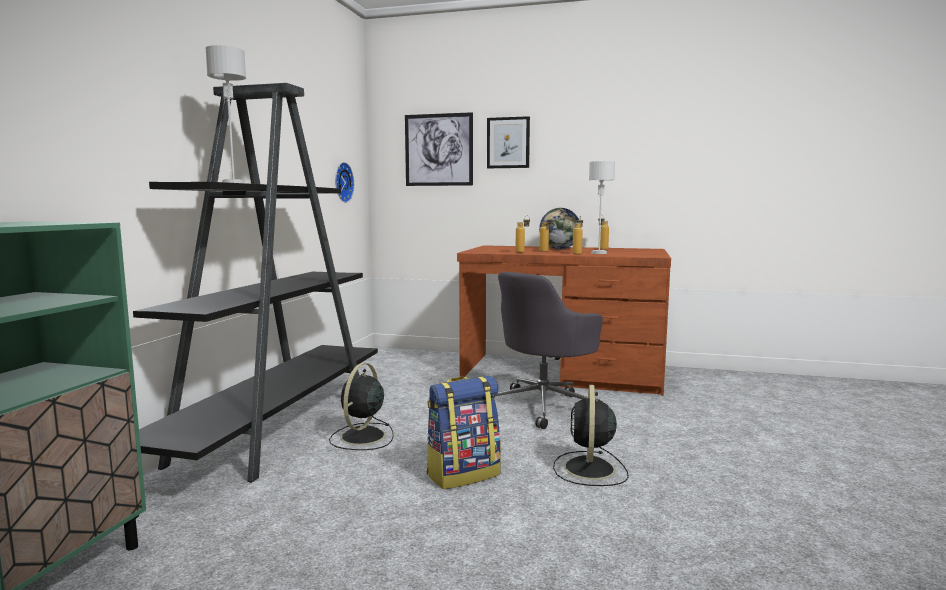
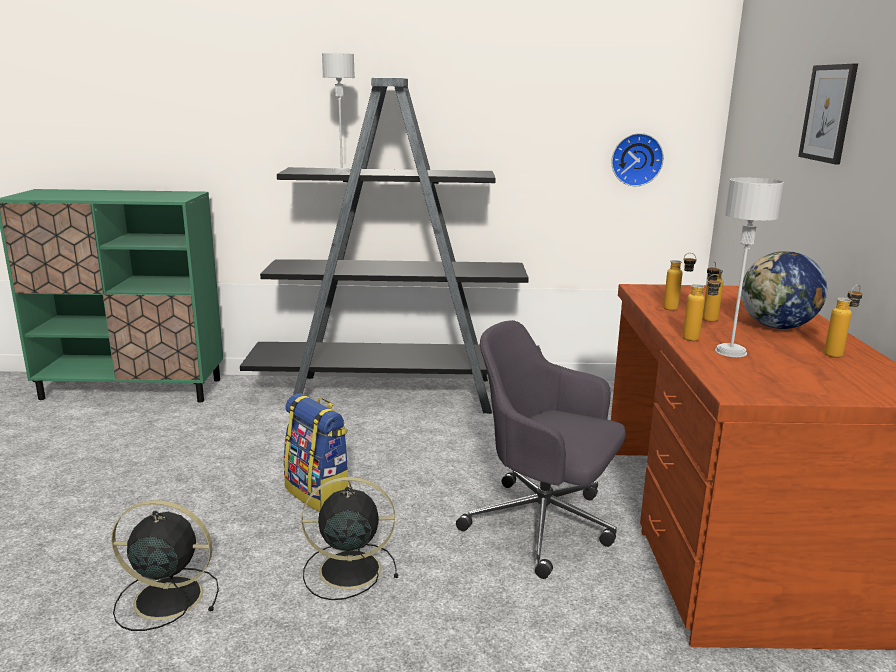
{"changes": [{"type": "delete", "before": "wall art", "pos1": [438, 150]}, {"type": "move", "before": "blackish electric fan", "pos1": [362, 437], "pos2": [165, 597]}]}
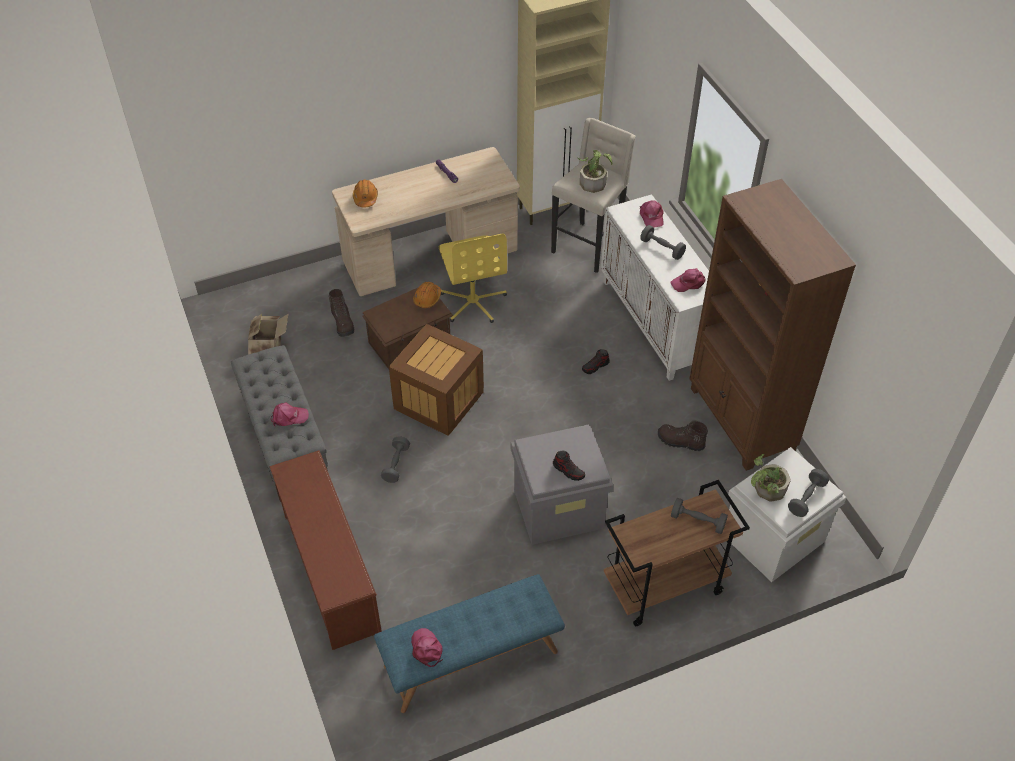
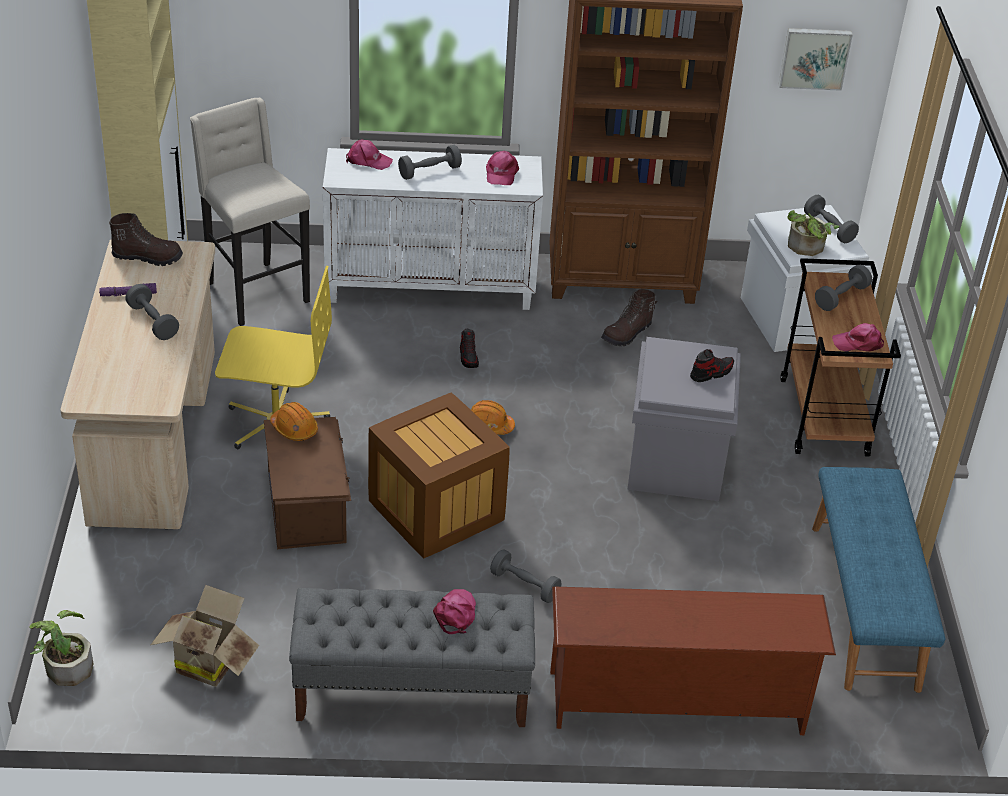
{"changes": [{"type": "move", "before": "potted plant", "pos1": [593, 181], "pos2": [65, 665]}, {"type": "move", "before": "orange hard hat", "pos1": [365, 198], "pos2": [489, 425]}, {"type": "move", "before": "brown-coloured high-top boot", "pos1": [343, 323], "pos2": [147, 257]}, {"type": "move", "before": "pinkish peaked cap", "pos1": [426, 649], "pos2": [858, 343]}, {"type": "insert", "after": "wall art", "pos2": [814, 57]}, {"type": "insert", "after": "gray free weight", "pos2": [153, 322]}]}
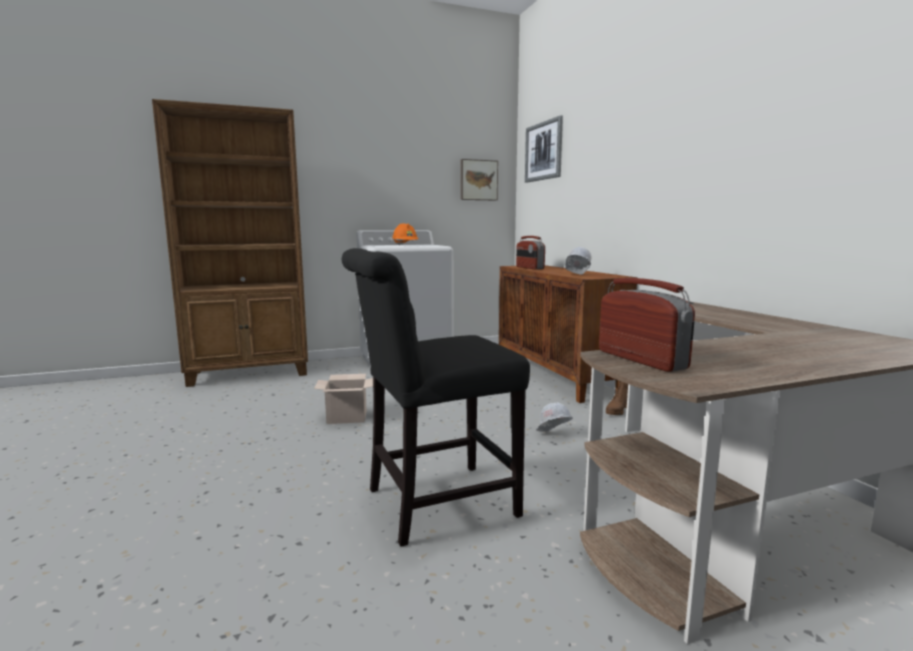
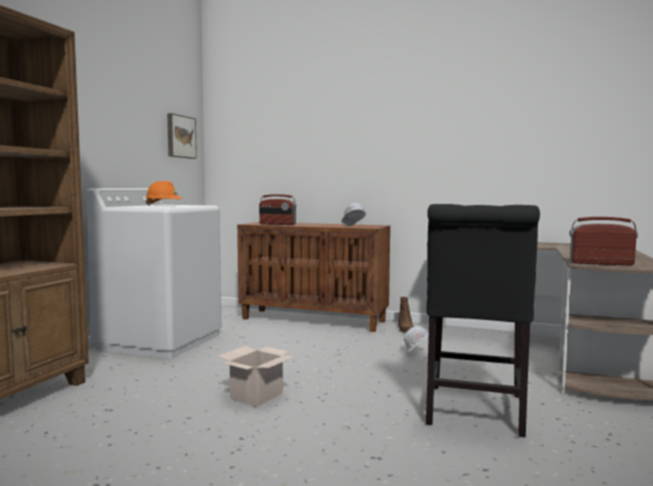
{"changes": [{"type": "delete", "before": "wall art", "pos1": [543, 151]}]}
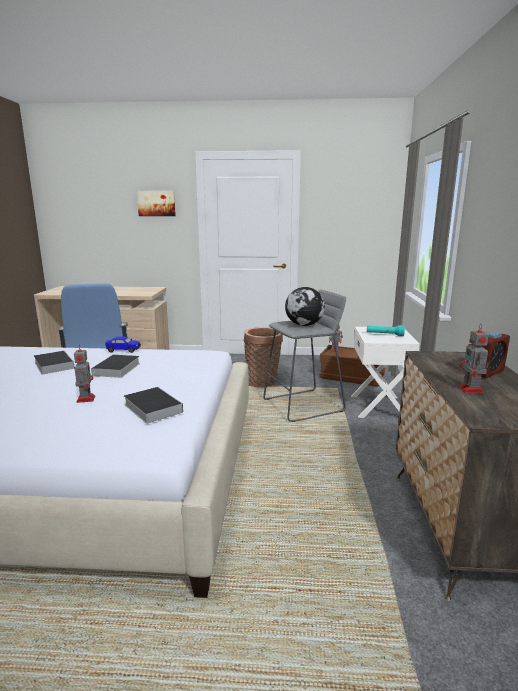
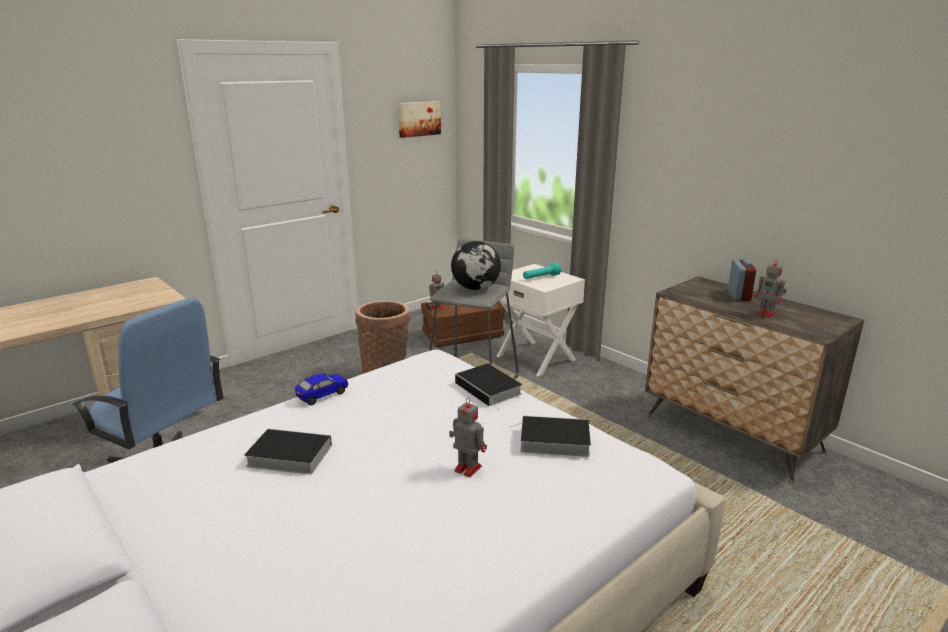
{"changes": [{"type": "move", "before": "wall art", "pos1": [156, 203], "pos2": [418, 119]}, {"type": "move", "before": "bound book", "pos1": [116, 369], "pos2": [490, 389]}]}
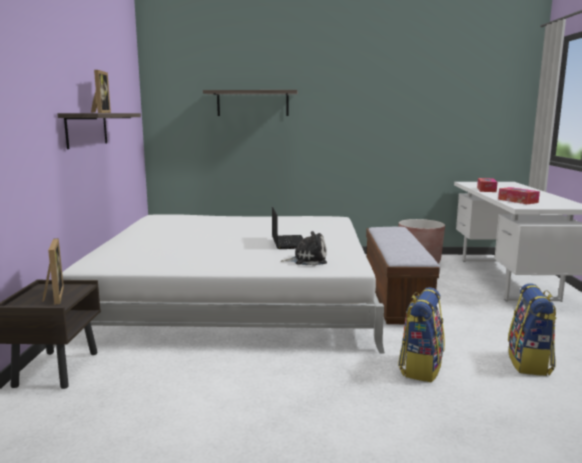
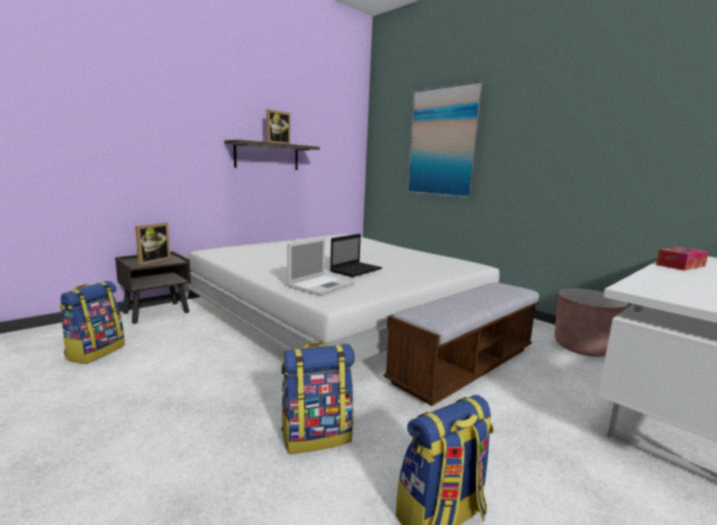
{"changes": [{"type": "replace", "before": "wall shelf", "after": "wall art", "pos1": [252, 103], "pos2": [442, 142]}, {"type": "delete", "before": "tissue box", "pos1": [517, 201]}, {"type": "replace", "before": "plush toy", "after": "portable computer", "pos1": [307, 260], "pos2": [322, 285]}, {"type": "insert", "after": "rucksack", "pos2": [95, 352]}]}
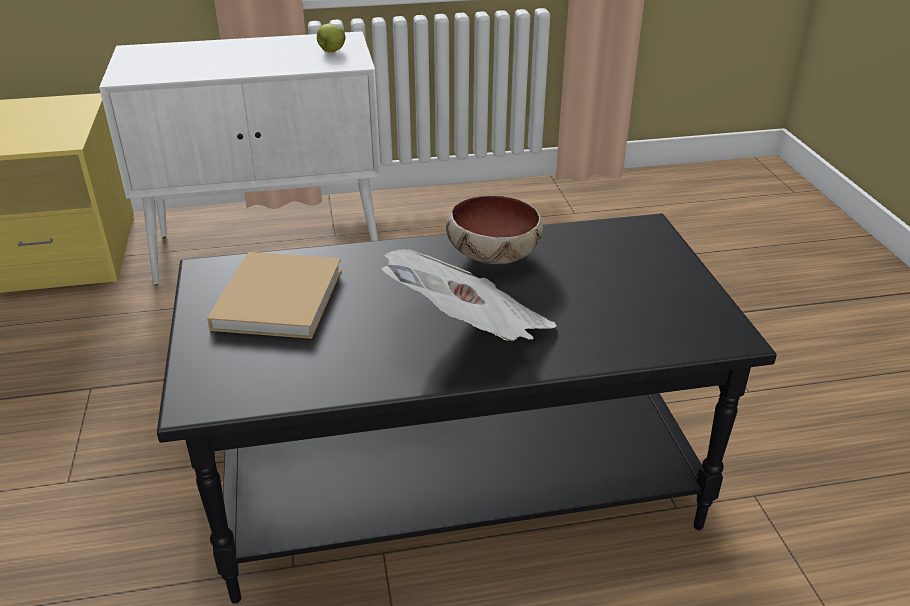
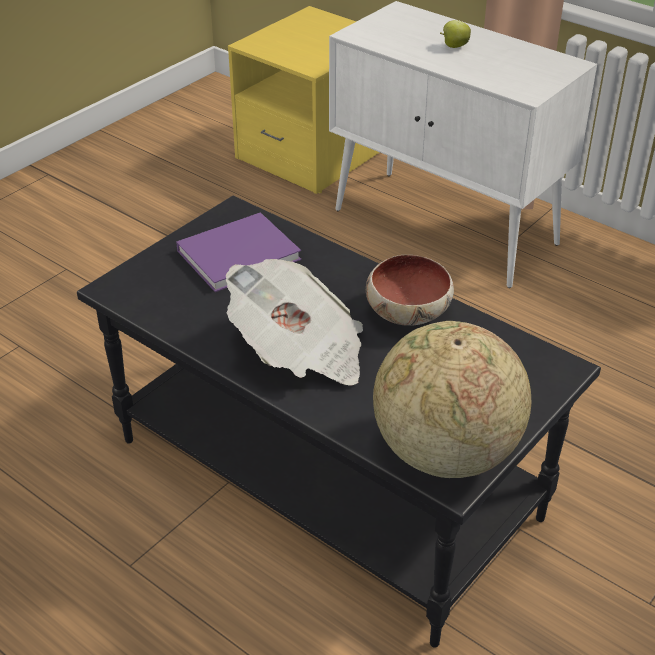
{"changes": [{"type": "move", "before": "whole apple", "pos1": [331, 51], "pos2": [454, 46]}, {"type": "recolor", "before": "sand-coloured bound book", "after": "purple bound book", "pos1": [280, 296], "pos2": [242, 254]}, {"type": "insert", "after": "globe", "pos2": [444, 453]}]}
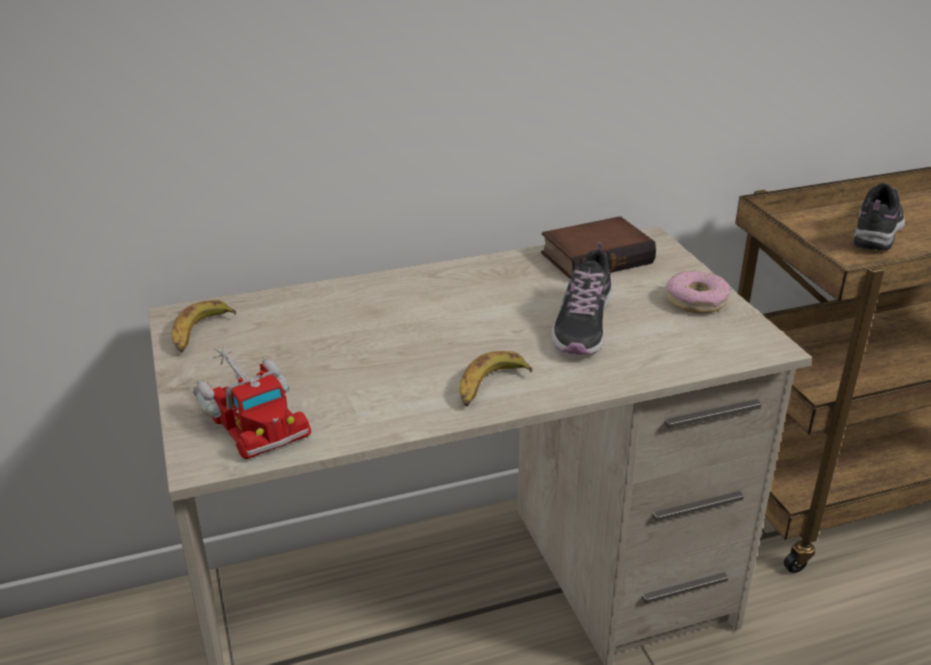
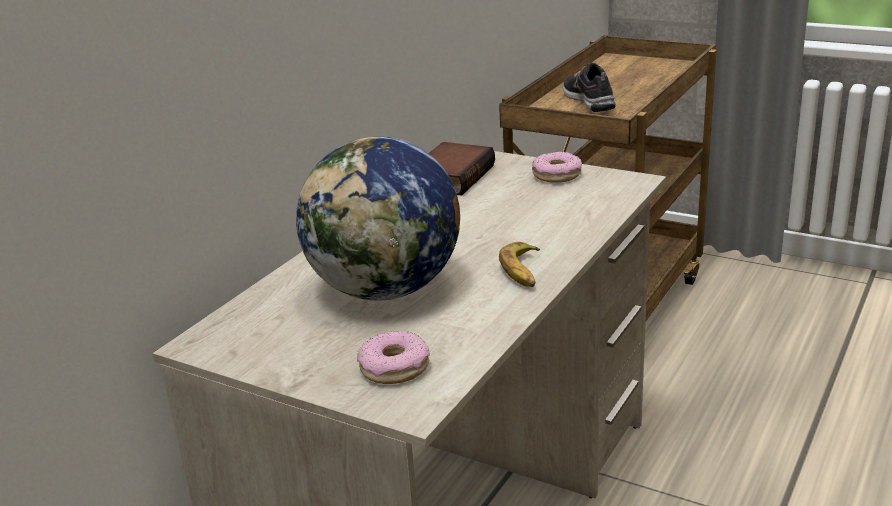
{"changes": [{"type": "delete", "before": "item of footwear", "pos1": [583, 325]}, {"type": "delete", "before": "banana", "pos1": [200, 333]}, {"type": "replace", "before": "model truck", "after": "ring doughnut", "pos1": [251, 416], "pos2": [394, 367]}, {"type": "insert", "after": "globe", "pos2": [386, 290]}]}
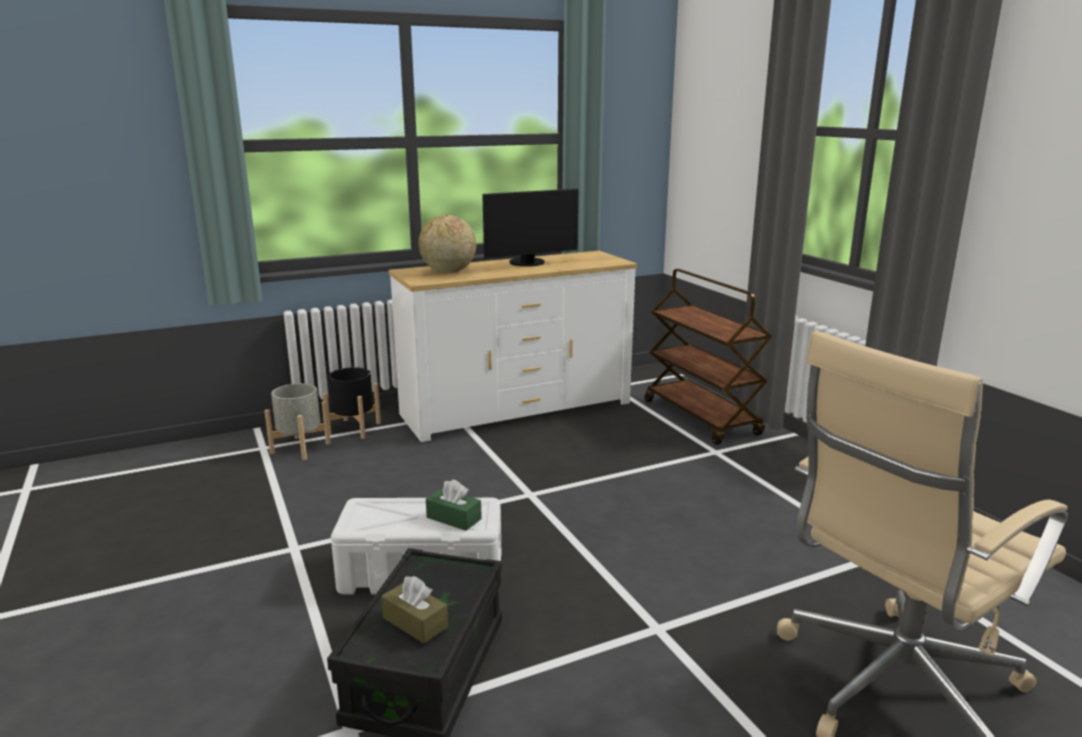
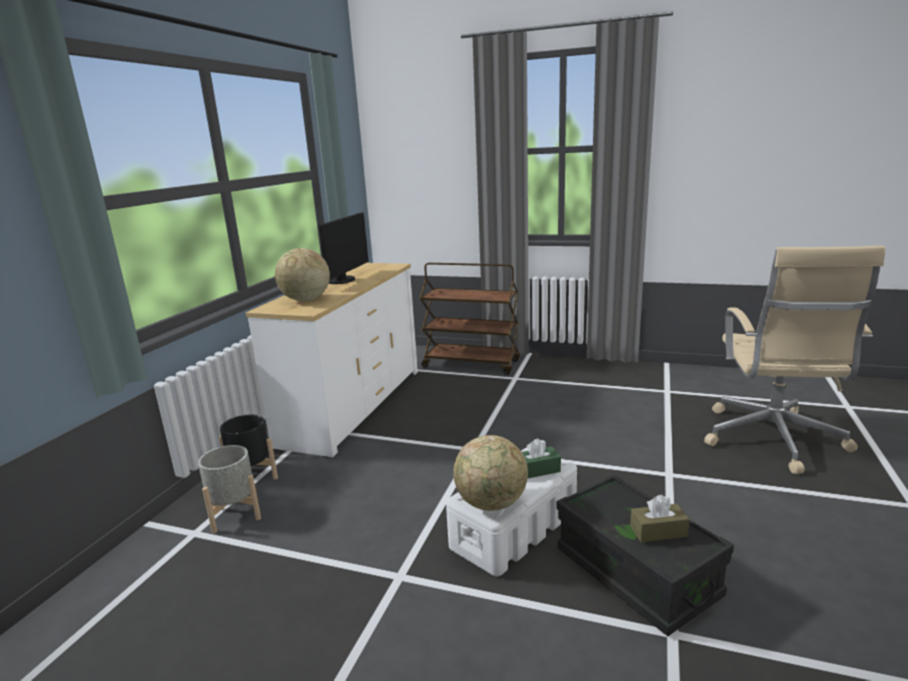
{"changes": [{"type": "insert", "after": "globe", "pos2": [491, 504]}]}
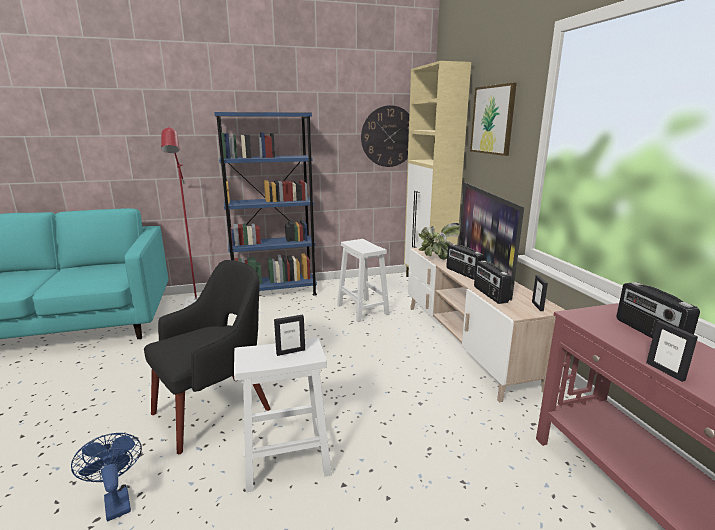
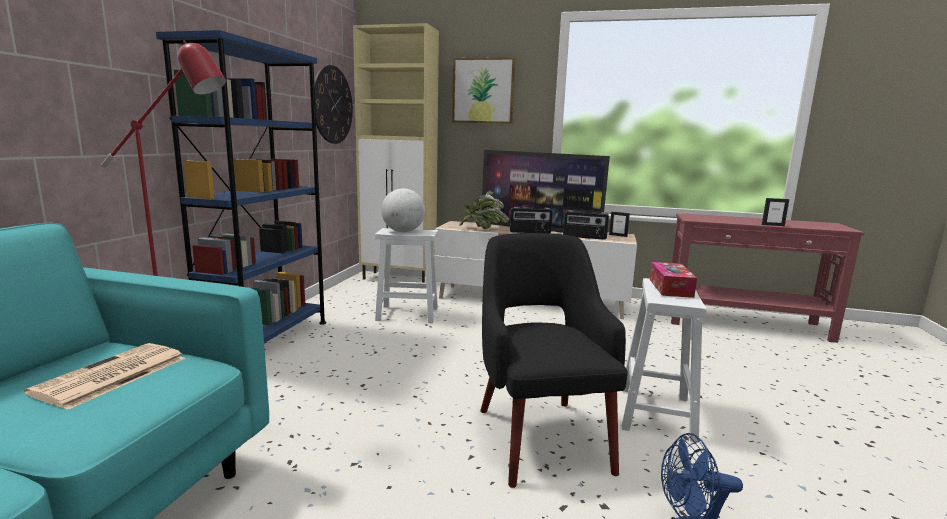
{"changes": [{"type": "delete", "before": "radio set", "pos1": [649, 333]}, {"type": "replace", "before": "standing frame", "after": "tissue box", "pos1": [290, 352], "pos2": [670, 288]}, {"type": "insert", "after": "globe", "pos2": [403, 231]}, {"type": "insert", "after": "daily paper", "pos2": [110, 376]}]}
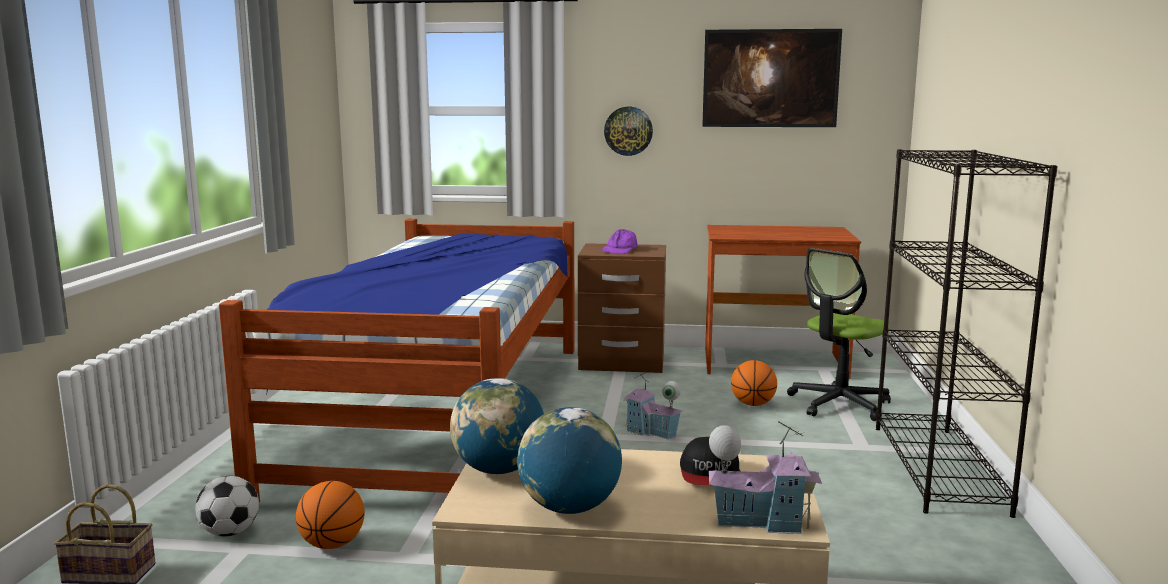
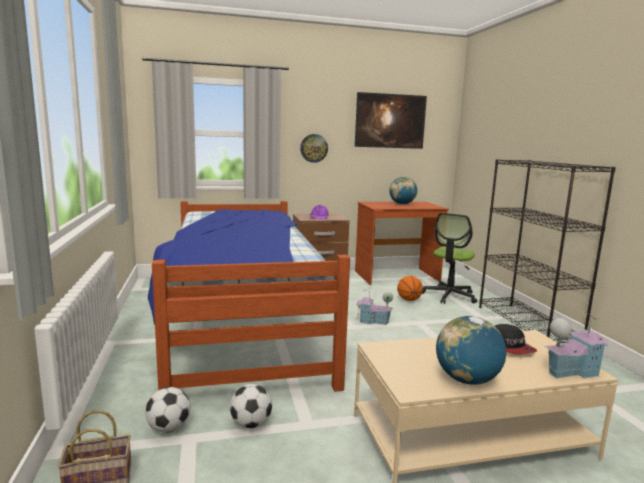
{"changes": [{"type": "move", "before": "globe", "pos1": [499, 470], "pos2": [402, 204]}, {"type": "replace", "before": "basketball", "after": "ball for football", "pos1": [332, 544], "pos2": [250, 424]}]}
